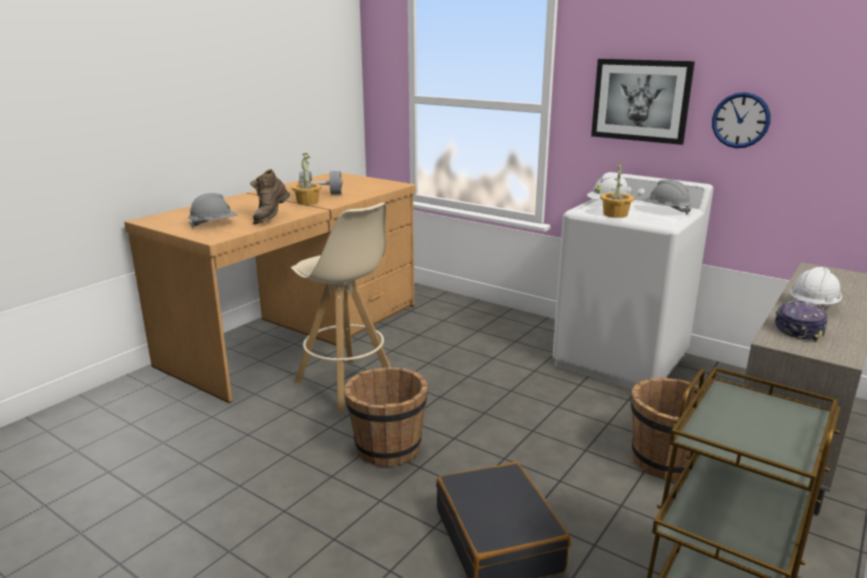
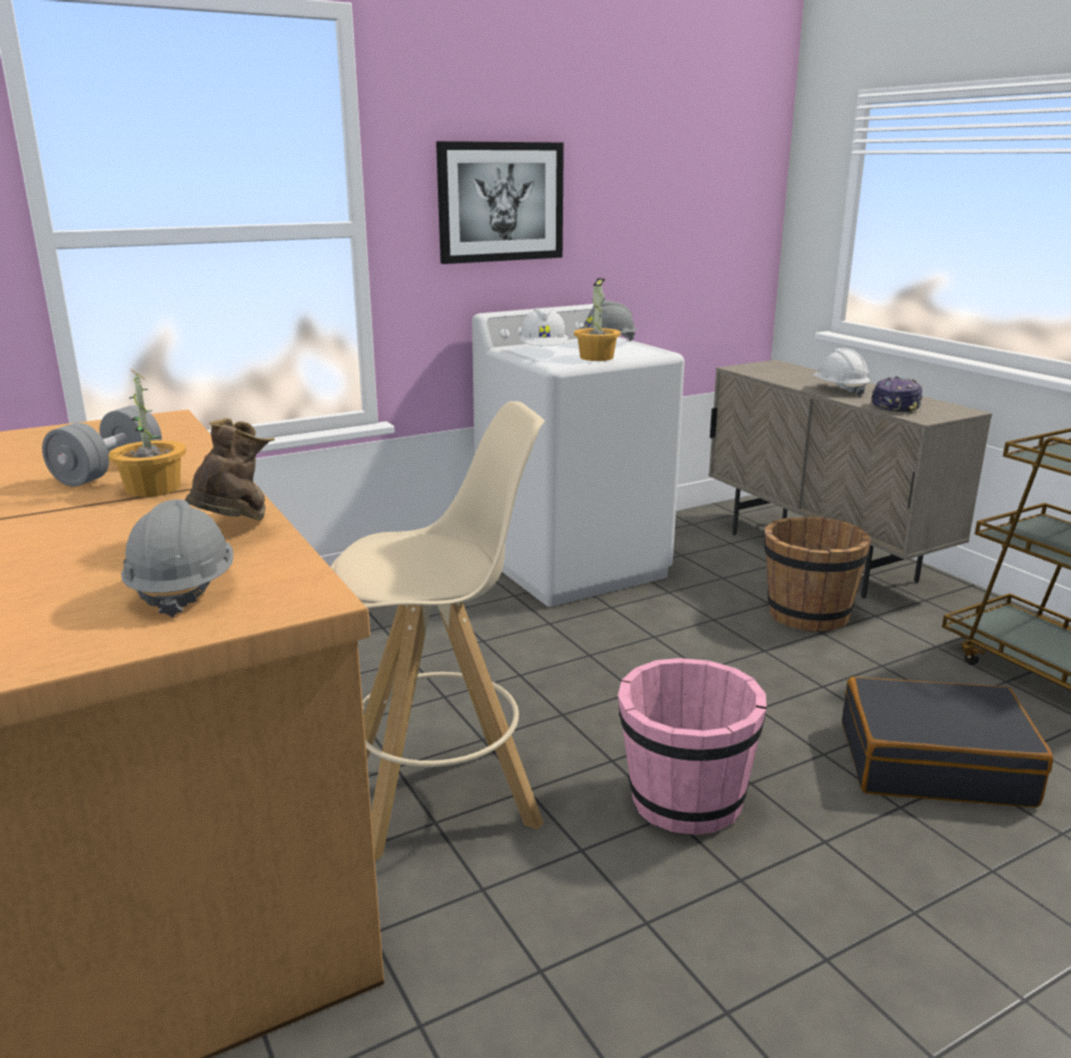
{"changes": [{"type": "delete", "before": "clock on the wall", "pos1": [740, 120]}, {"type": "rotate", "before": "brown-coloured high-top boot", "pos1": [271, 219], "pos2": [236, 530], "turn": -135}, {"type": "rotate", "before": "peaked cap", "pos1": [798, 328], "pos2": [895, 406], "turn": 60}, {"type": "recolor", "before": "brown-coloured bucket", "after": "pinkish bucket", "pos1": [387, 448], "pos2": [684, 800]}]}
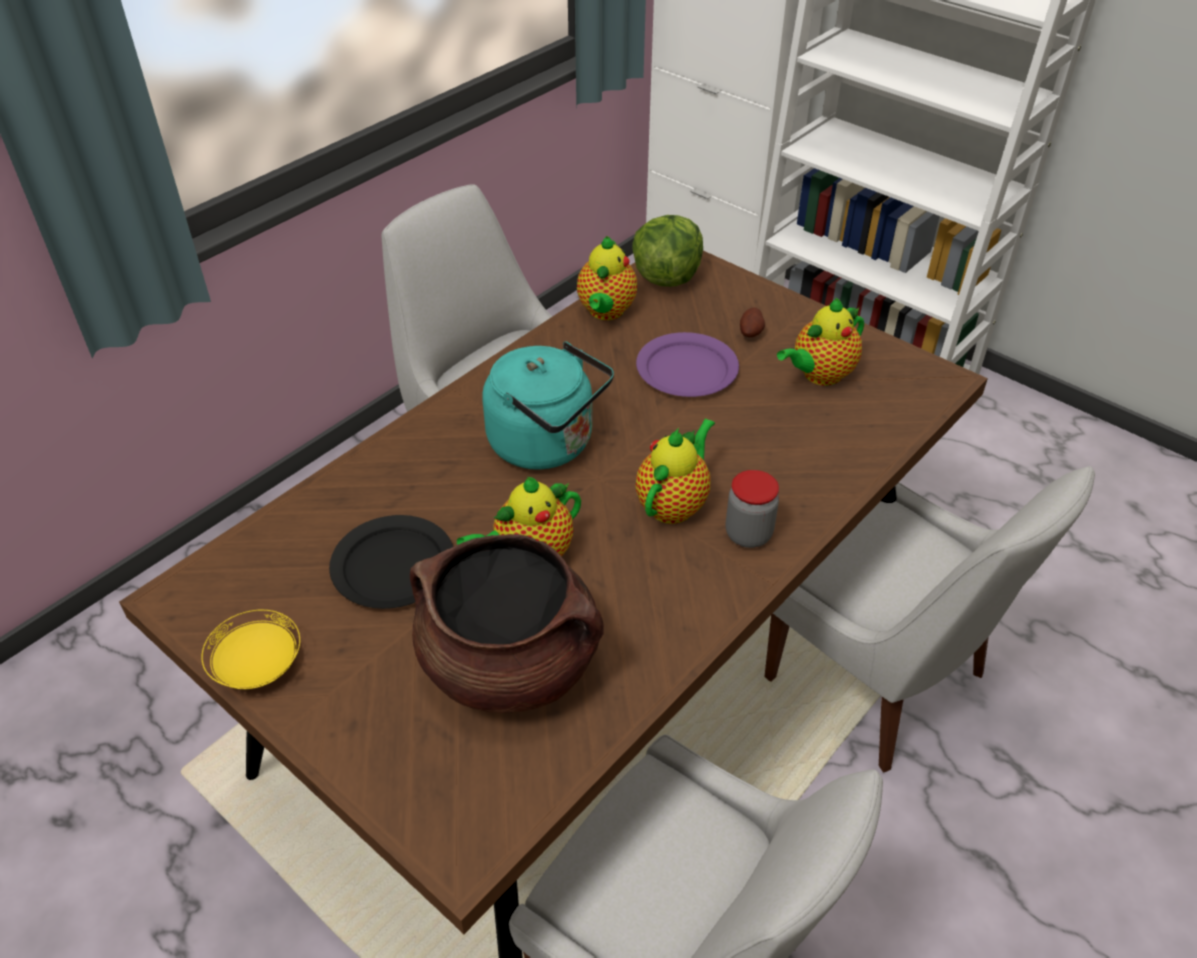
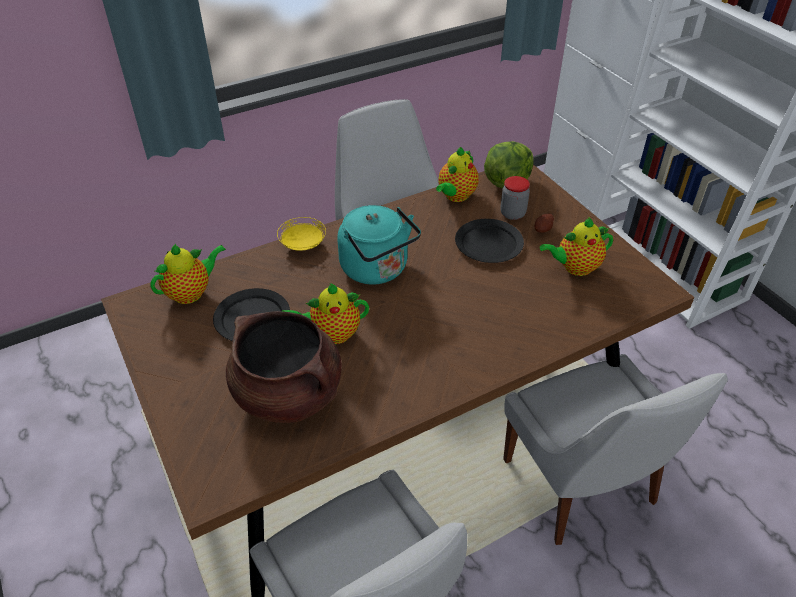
{"changes": [{"type": "recolor", "before": "purple flat dish", "after": "blackish flat dish", "pos1": [686, 369], "pos2": [488, 243]}, {"type": "move", "before": "tea pot", "pos1": [674, 504], "pos2": [191, 292]}, {"type": "move", "before": "jar", "pos1": [748, 534], "pos2": [512, 213]}, {"type": "move", "before": "yellow-coloured flat dish", "pos1": [258, 666], "pos2": [303, 244]}]}
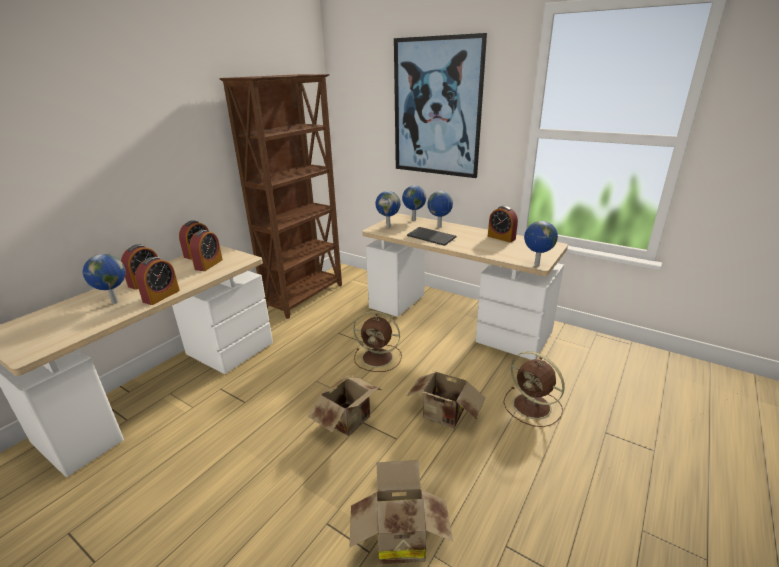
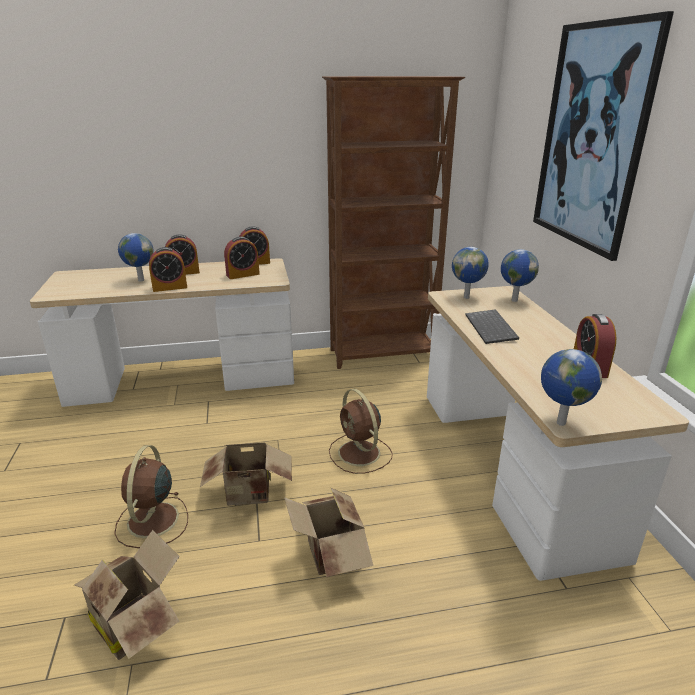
{"changes": [{"type": "delete", "before": "globe", "pos1": [439, 227]}, {"type": "move", "before": "brown-coloured electric fan", "pos1": [533, 407], "pos2": [152, 521]}]}
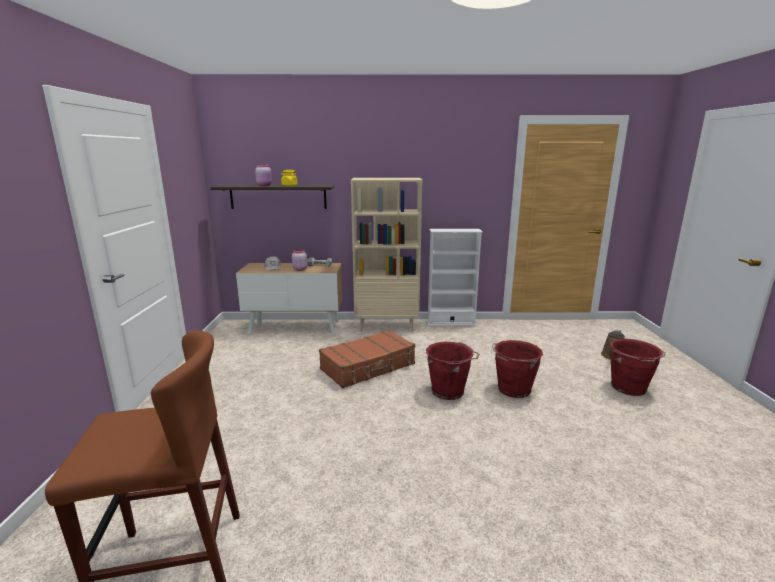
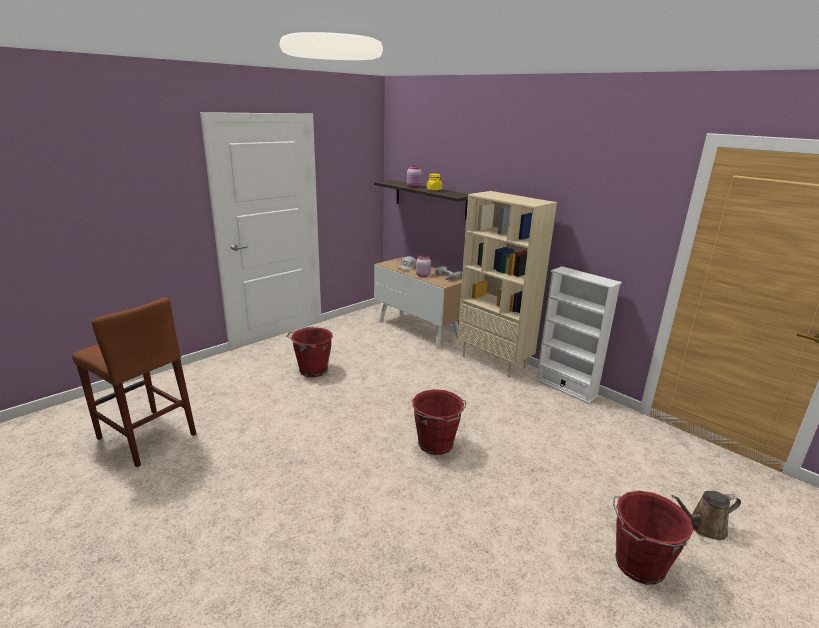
{"changes": [{"type": "delete", "before": "brown-coloured piece of luggage", "pos1": [368, 367]}, {"type": "move", "before": "red bucket", "pos1": [513, 390], "pos2": [312, 370]}]}
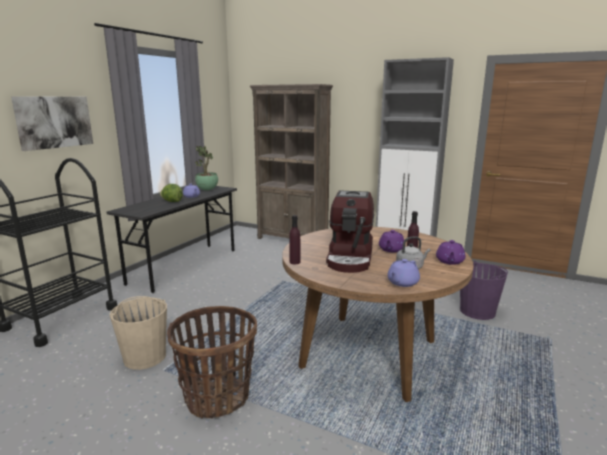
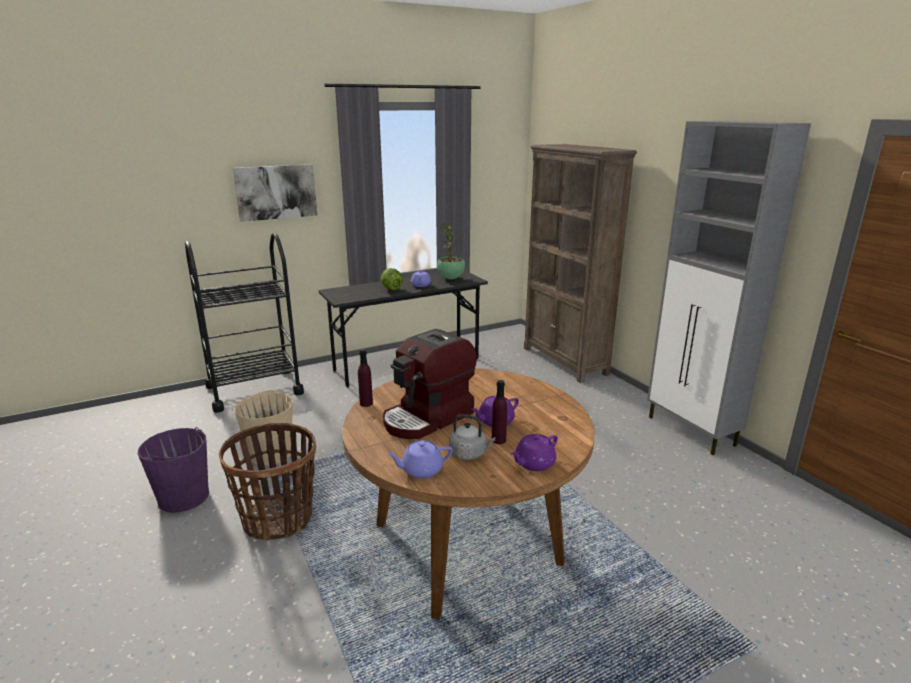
{"changes": [{"type": "move", "before": "purple bucket", "pos1": [478, 311], "pos2": [184, 497]}]}
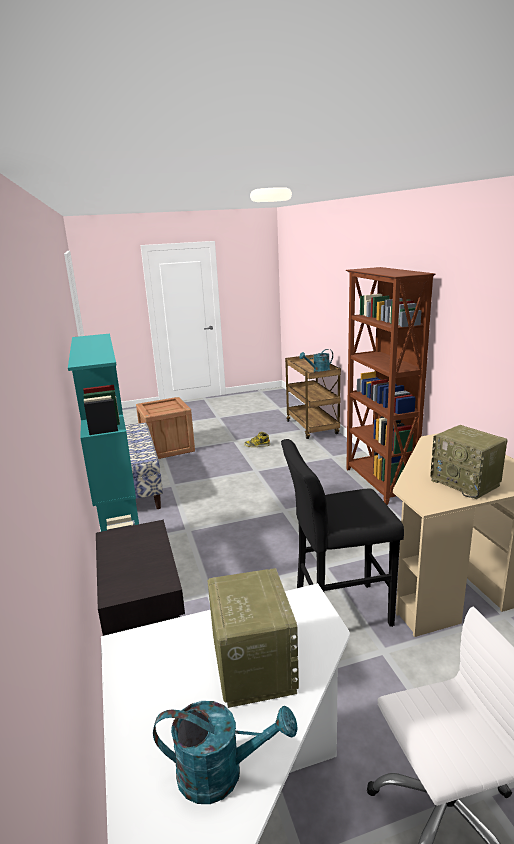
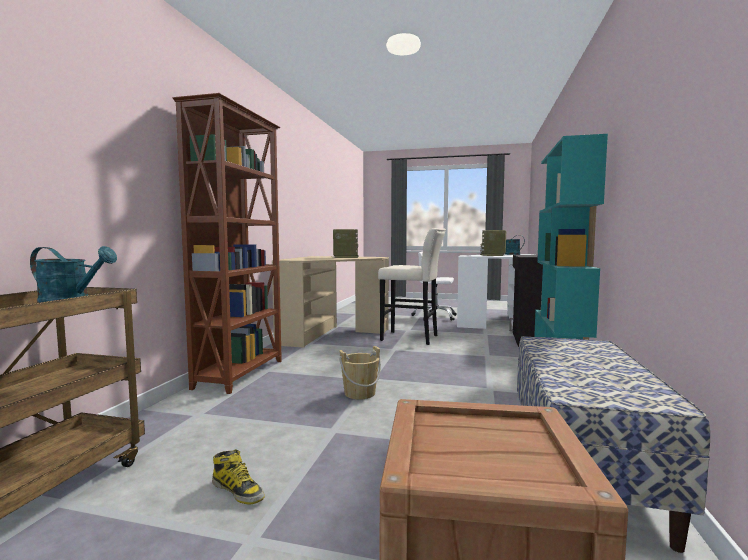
{"changes": [{"type": "recolor", "before": "blackish stool seat", "after": "sand-coloured stool seat", "pos1": [337, 611], "pos2": [412, 338]}, {"type": "insert", "after": "sand-coloured bucket", "pos2": [359, 393]}]}
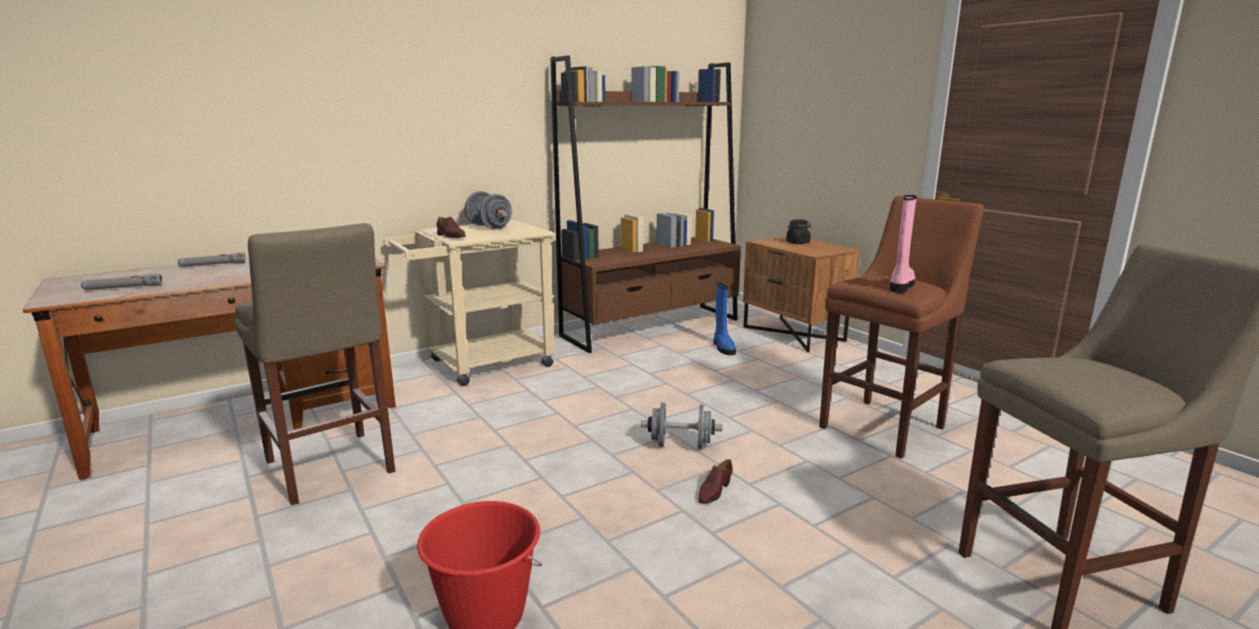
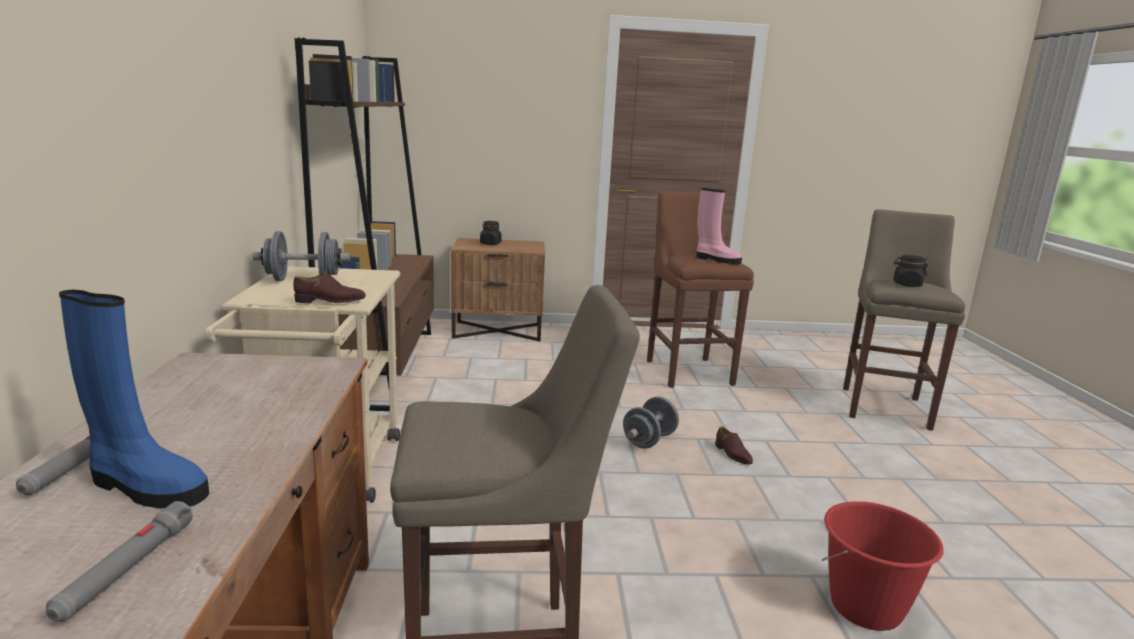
{"changes": [{"type": "rotate", "before": "pinkish high-top boot", "pos1": [900, 286], "pos2": [716, 260], "turn": 150}, {"type": "move", "before": "blue high-top boot", "pos1": [723, 347], "pos2": [145, 487]}, {"type": "insert", "after": "blackish jar", "pos2": [907, 284]}]}
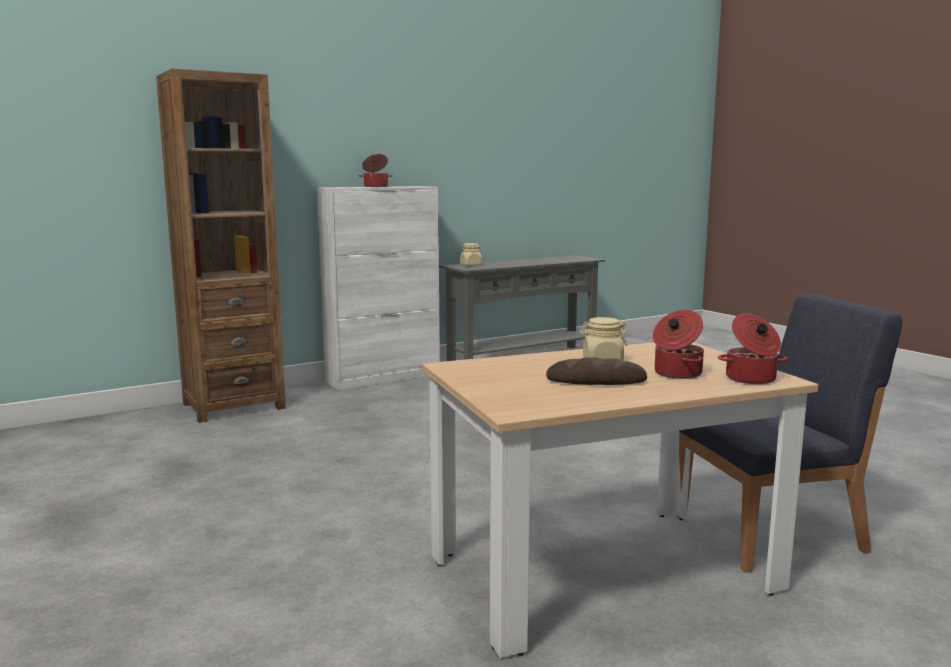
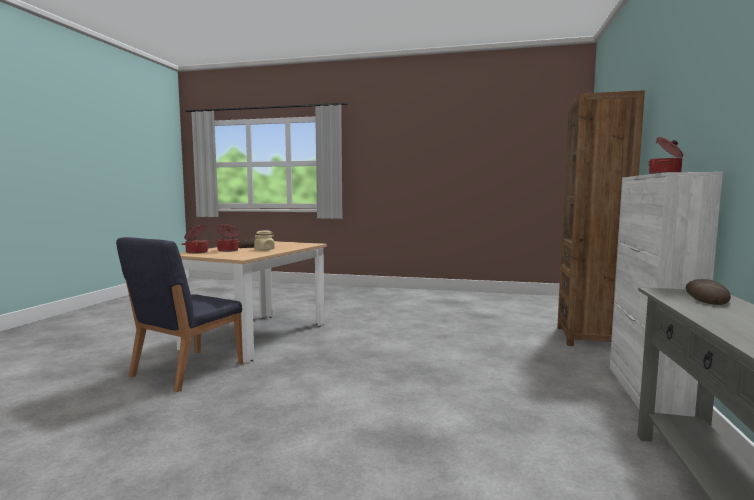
{"changes": [{"type": "replace", "before": "sand-coloured jar", "after": "bread", "pos1": [471, 265], "pos2": [706, 297]}]}
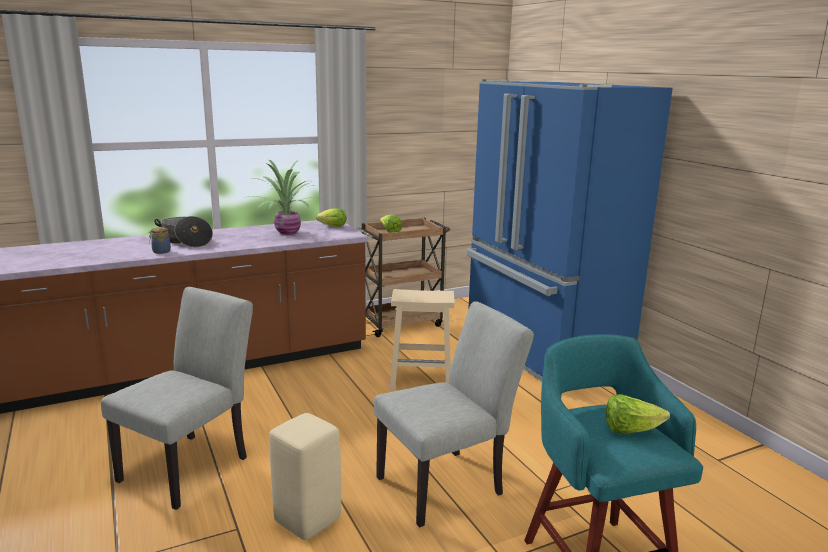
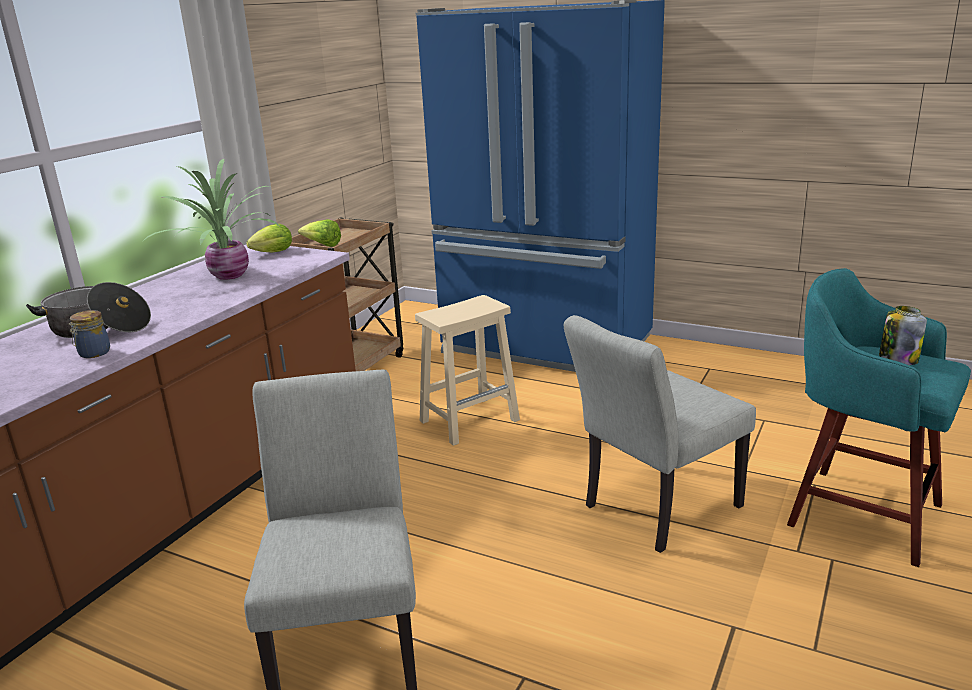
{"changes": [{"type": "rotate", "before": "gray plain chair", "pos1": [448, 483], "pos2": [653, 510], "turn": -150}, {"type": "replace", "before": "lettuce", "after": "jar", "pos1": [630, 430], "pos2": [898, 359]}, {"type": "delete", "before": "sand-coloured stool seat", "pos1": [308, 519]}]}
